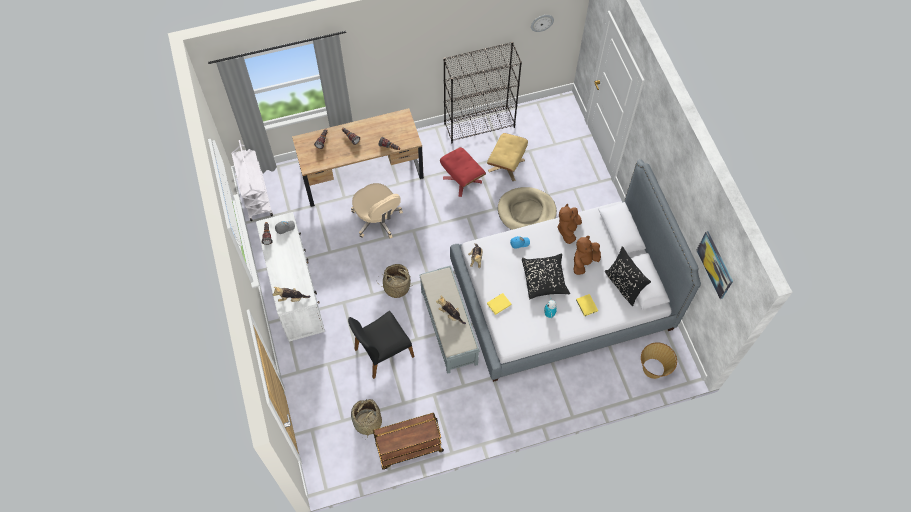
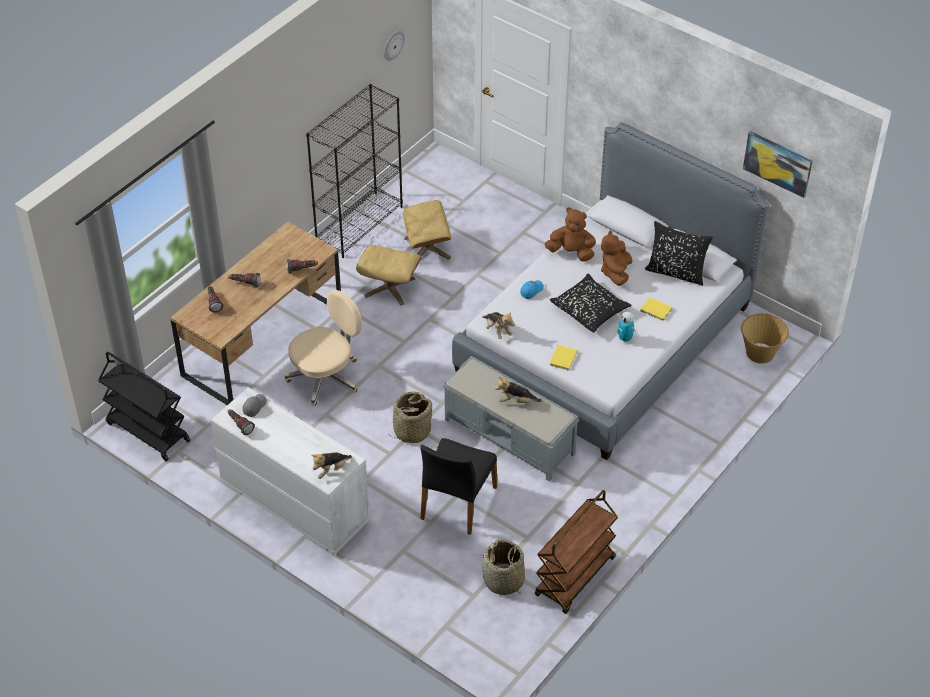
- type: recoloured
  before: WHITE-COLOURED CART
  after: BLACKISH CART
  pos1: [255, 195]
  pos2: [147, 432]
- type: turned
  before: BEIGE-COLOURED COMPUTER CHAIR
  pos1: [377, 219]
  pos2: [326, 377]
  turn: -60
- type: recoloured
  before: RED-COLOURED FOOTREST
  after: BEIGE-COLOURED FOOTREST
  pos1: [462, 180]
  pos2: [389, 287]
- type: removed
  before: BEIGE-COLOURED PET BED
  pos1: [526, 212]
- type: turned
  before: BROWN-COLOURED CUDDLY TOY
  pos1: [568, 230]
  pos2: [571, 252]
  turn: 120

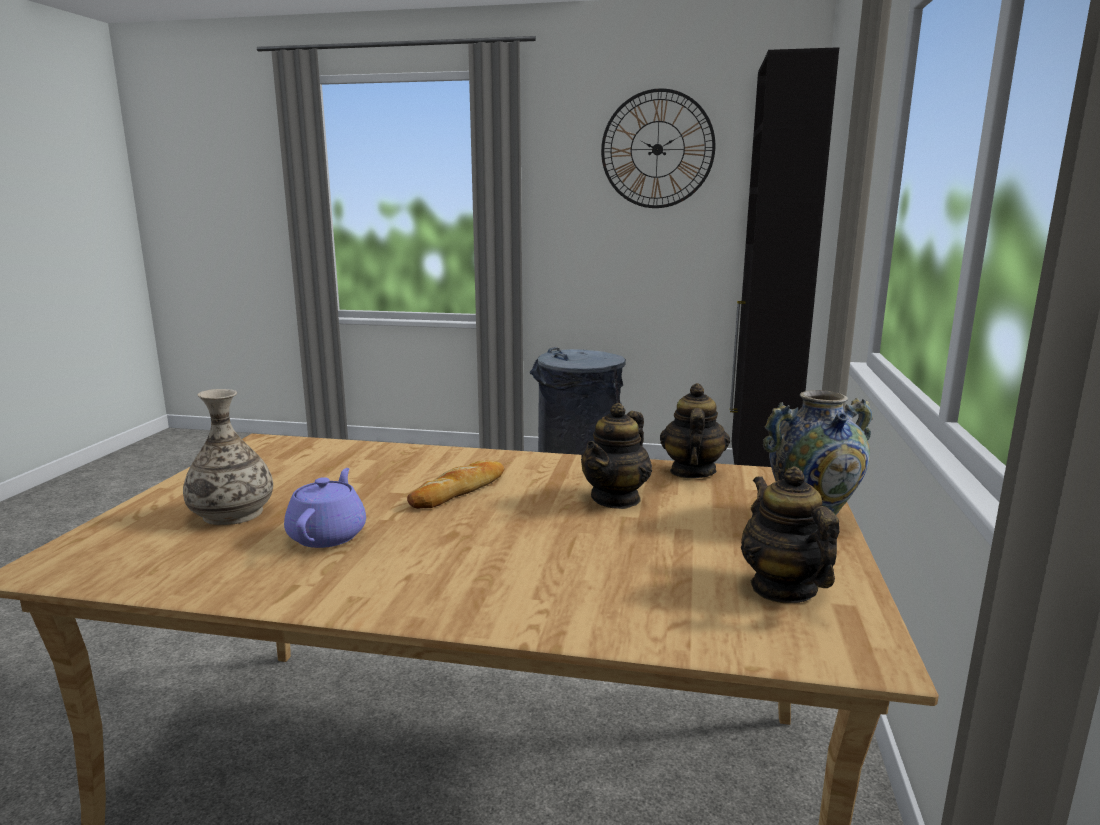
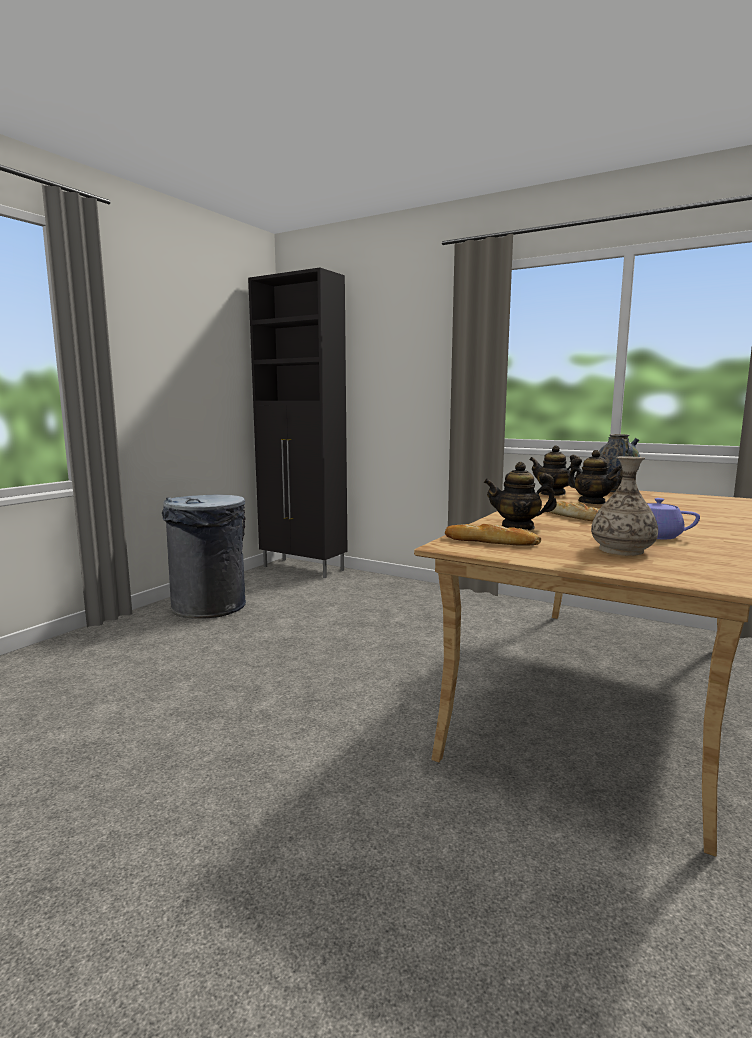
- type: removed
  before: WALL CLOCK
  pos1: [657, 149]
- type: moved
  before: TEAPOT
  pos1: [783, 588]
  pos2: [518, 527]
- type: added
  after: BREAD
  pos2: [491, 541]

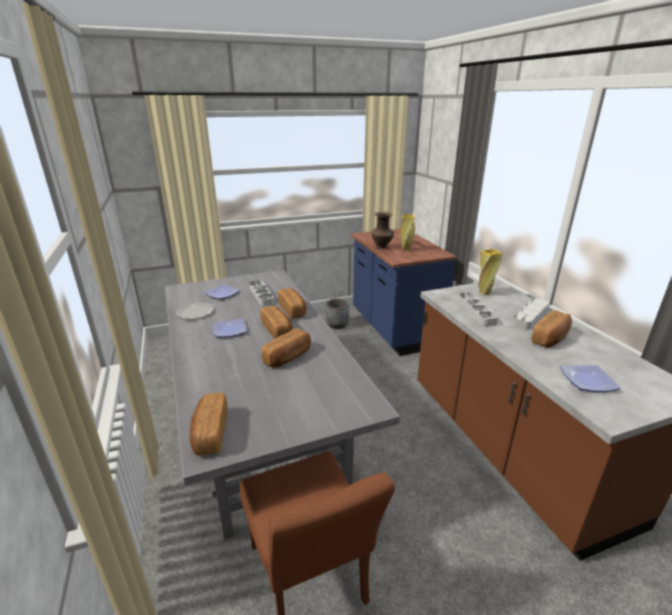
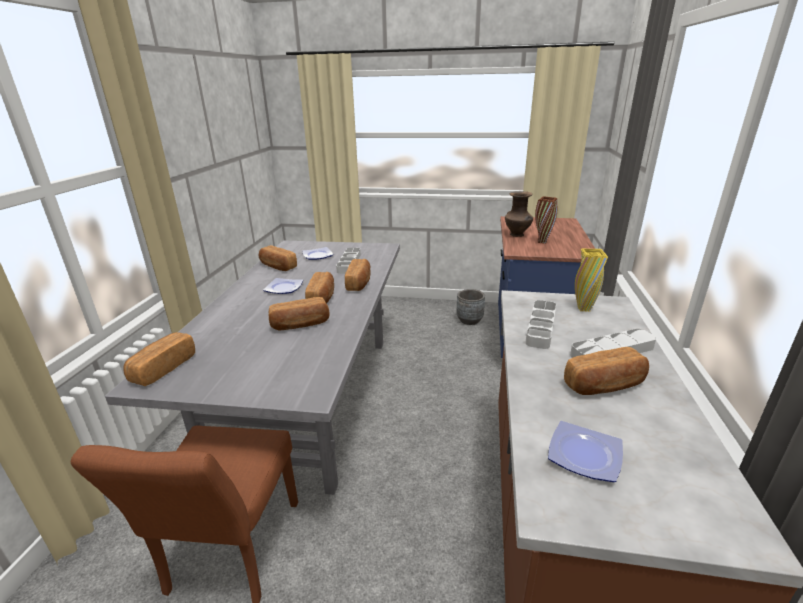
- type: replaced
  before: DINNER PLATE
  after: BREAD
  pos1: [195, 312]
  pos2: [277, 266]
- type: recoloured
  before: YELLOW FLOWER VASE
  after: BROWN-COLOURED FLOWER VASE
  pos1: [405, 250]
  pos2: [542, 242]

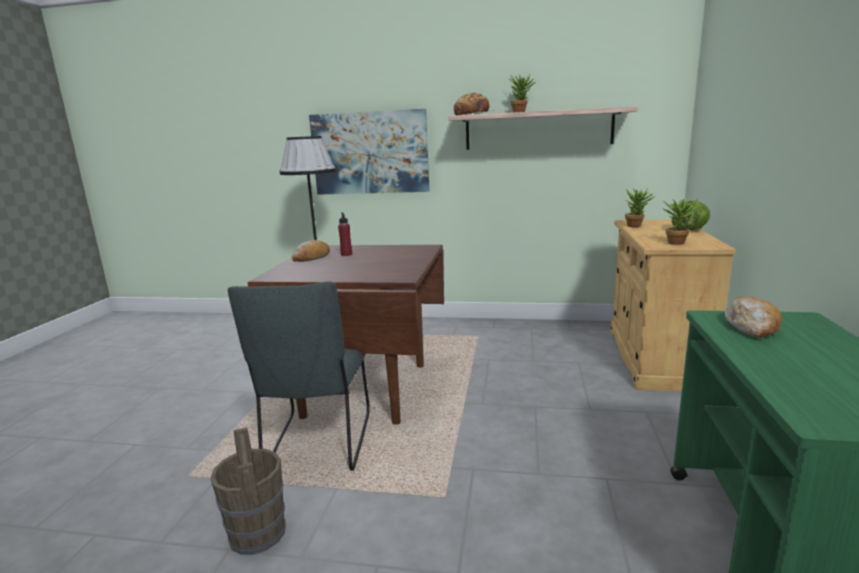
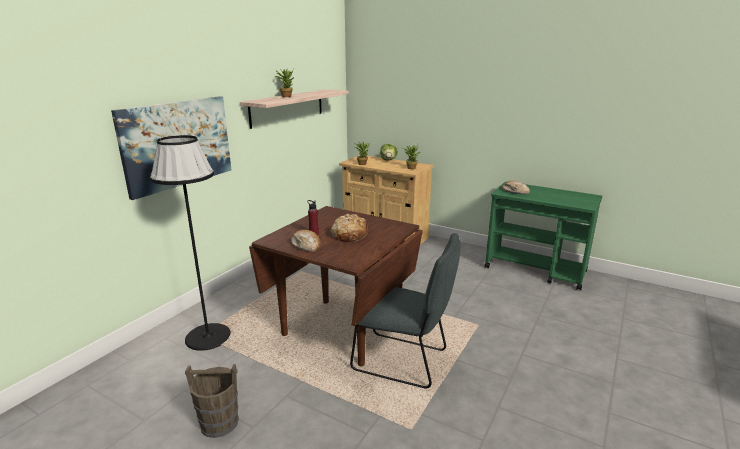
- type: moved
  before: BROWN-COLOURED WATER BUCKET
  pos1: [257, 533]
  pos2: [220, 423]
- type: moved
  before: BREAD
  pos1: [472, 114]
  pos2: [349, 235]

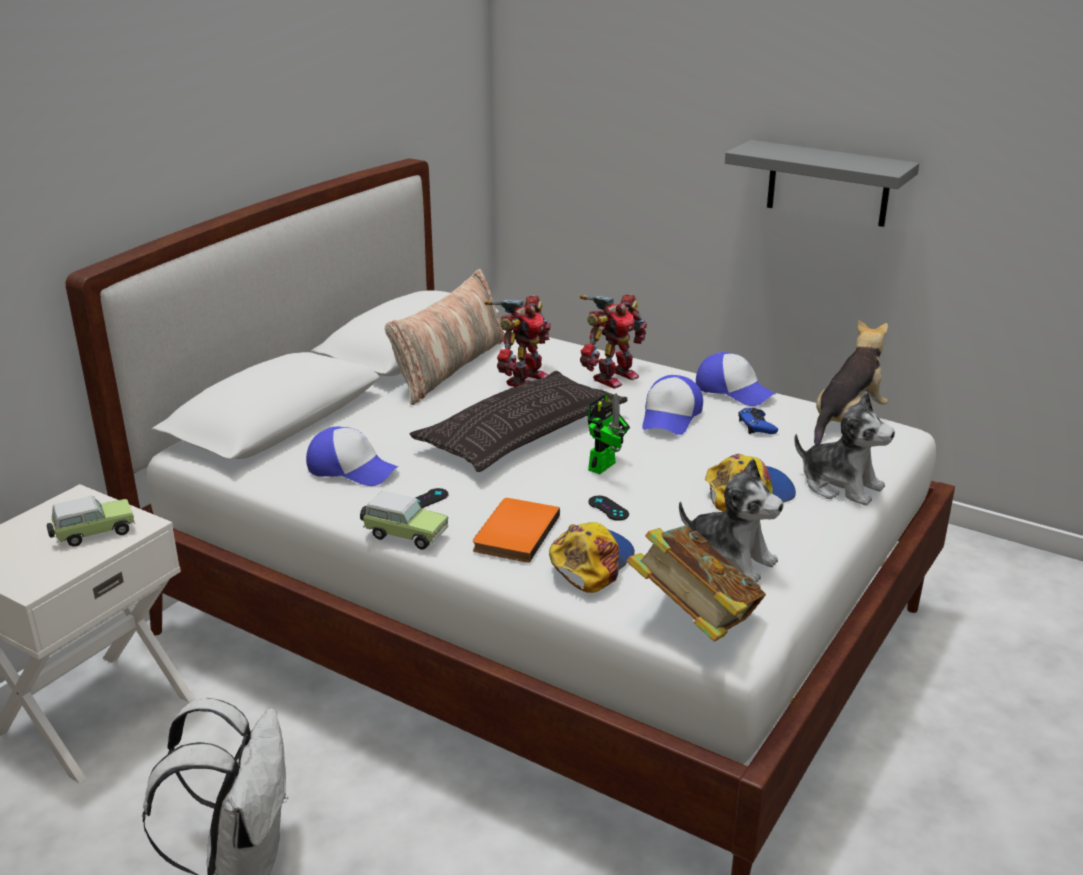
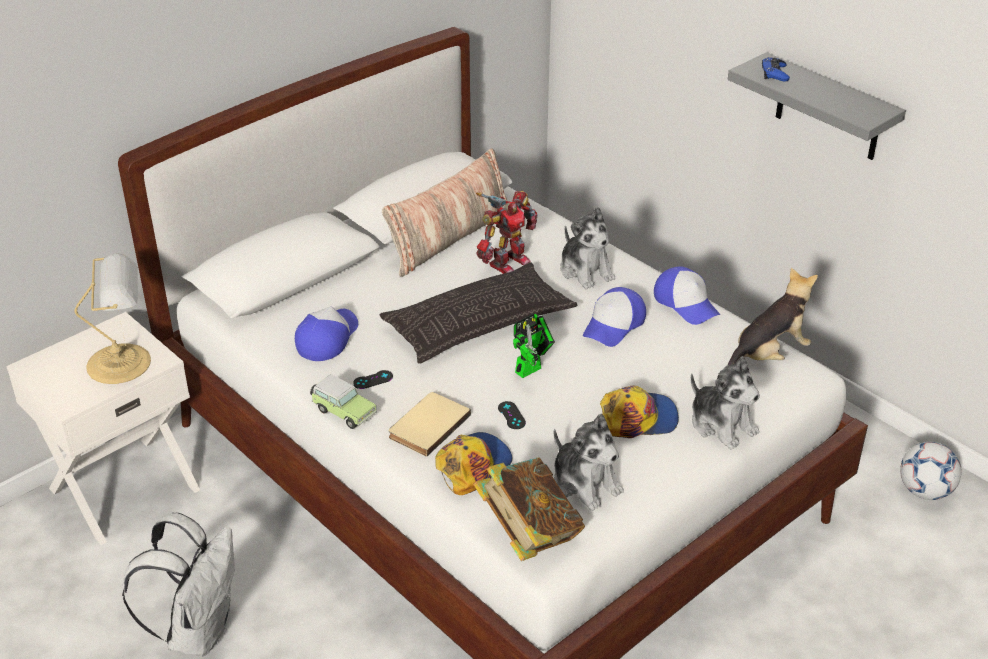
- type: replaced
  before: TOY CAR
  after: TABLE LAMP
  pos1: [92, 534]
  pos2: [122, 363]
- type: turned
  before: CAP
  pos1: [352, 469]
  pos2: [327, 338]
  turn: -105
- type: recoloured
  before: ORANGE BOOK
  after: BEIGE-COLOURED BOOK
  pos1: [513, 533]
  pos2: [427, 425]
- type: replaced
  before: TOY ROBOT
  after: CUDDLY TOY
  pos1: [612, 377]
  pos2: [585, 271]
- type: moved
  before: BLUISH GAMEPAD
  pos1: [756, 426]
  pos2: [774, 73]
- type: added
  after: BALL FOR FOOTBALL
  pos2: [924, 491]

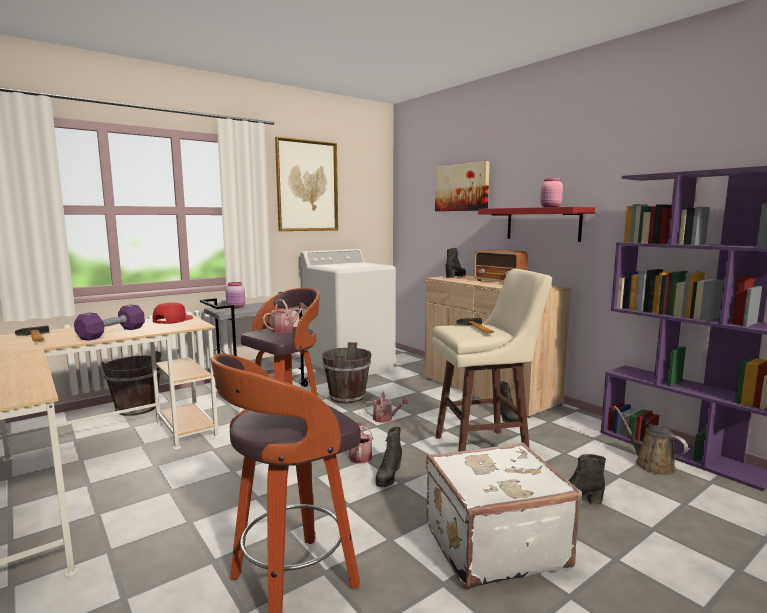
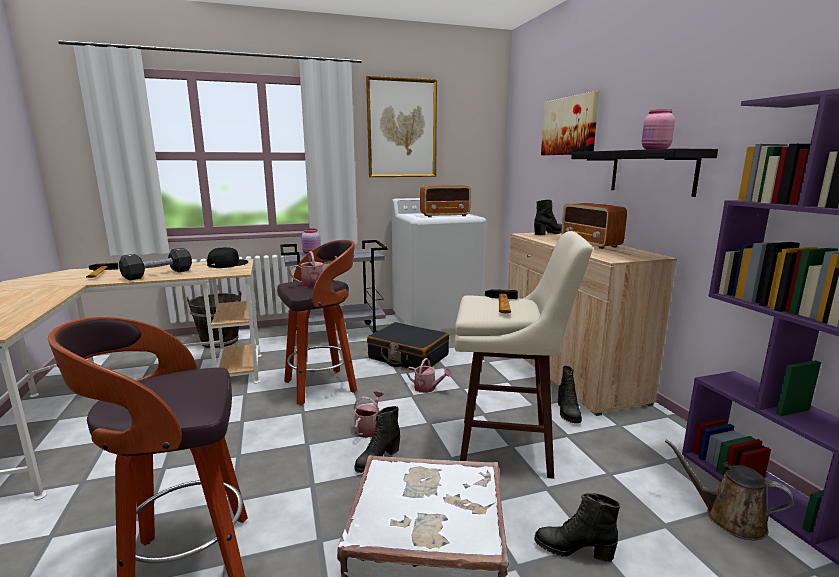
- type: recoloured
  before: PURPLISH HAND WEIGHT
  after: BLACKISH HAND WEIGHT
  pos1: [112, 333]
  pos2: [158, 274]
- type: recoloured
  before: RED-COLOURED CAP
  after: BLACKISH CAP
  pos1: [172, 319]
  pos2: [227, 264]
- type: replaced
  before: BROWN-COLOURED WATER BUCKET
  after: BLACKISH PIECE OF LUGGAGE
  pos1: [347, 397]
  pos2: [408, 357]
- type: recoloured
  before: RED-COLOURED WALL SHELF
  after: BLACKISH WALL SHELF
  pos1: [542, 224]
  pos2: [652, 172]
- type: turned
  before: BROWN-COLOURED SPRINKLING CAN
  pos1: [651, 464]
  pos2: [729, 518]
  turn: -45
- type: added
  after: RADIO SET
  pos2: [445, 215]

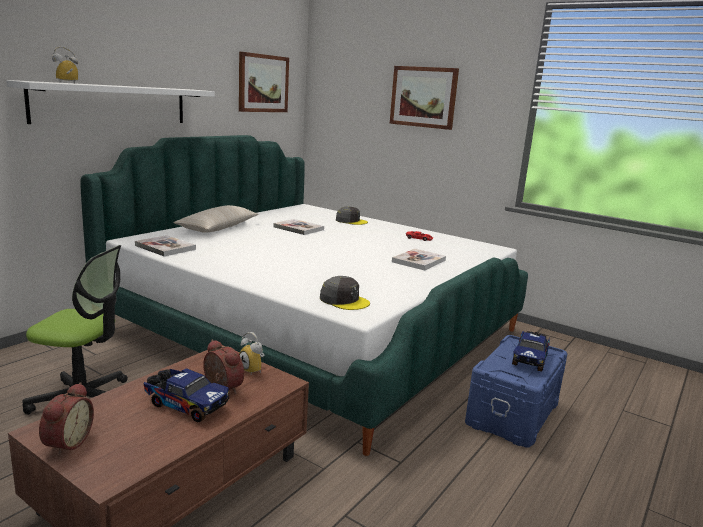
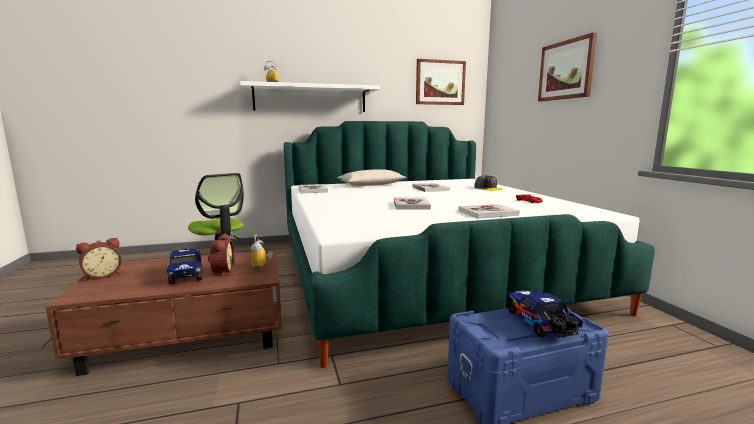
- type: removed
  before: GREYISH CAP
  pos1: [344, 300]
- type: turned
  before: TOY LORRY
  pos1: [530, 358]
  pos2: [541, 325]
  turn: 105
- type: added
  after: BOOK
  pos2: [411, 205]

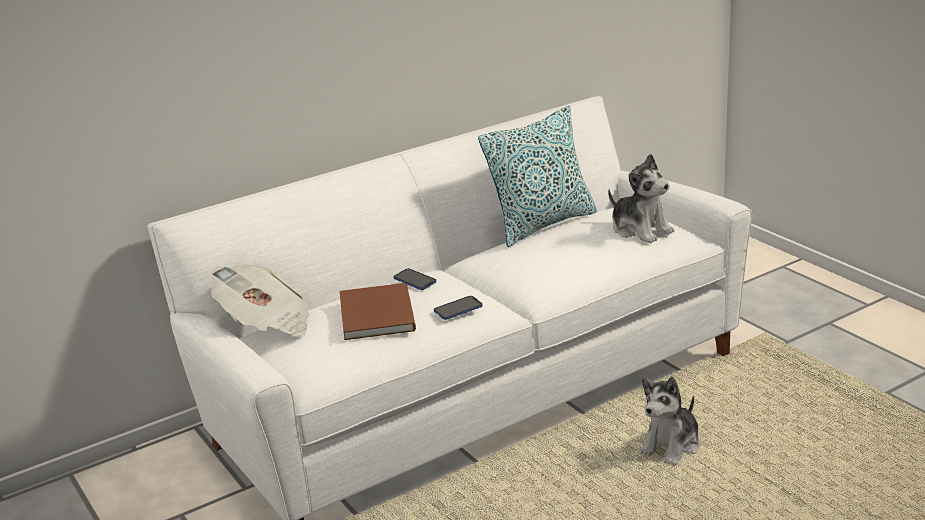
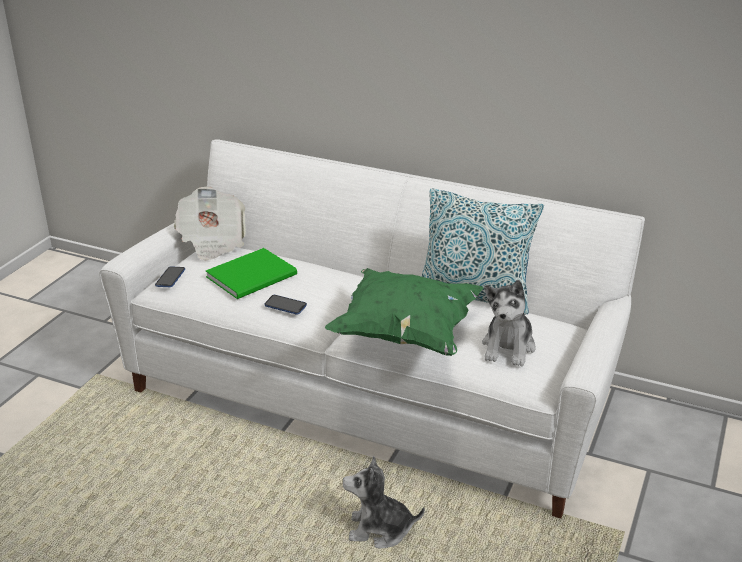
- type: recoloured
  before: BROWN-COLOURED BOOK
  after: GREEN-COLOURED BOOK
  pos1: [379, 312]
  pos2: [254, 276]
- type: moved
  before: HANDSET
  pos1: [415, 280]
  pos2: [170, 278]
- type: added
  after: GREEN-COLOURED CUSHION
  pos2: [405, 333]

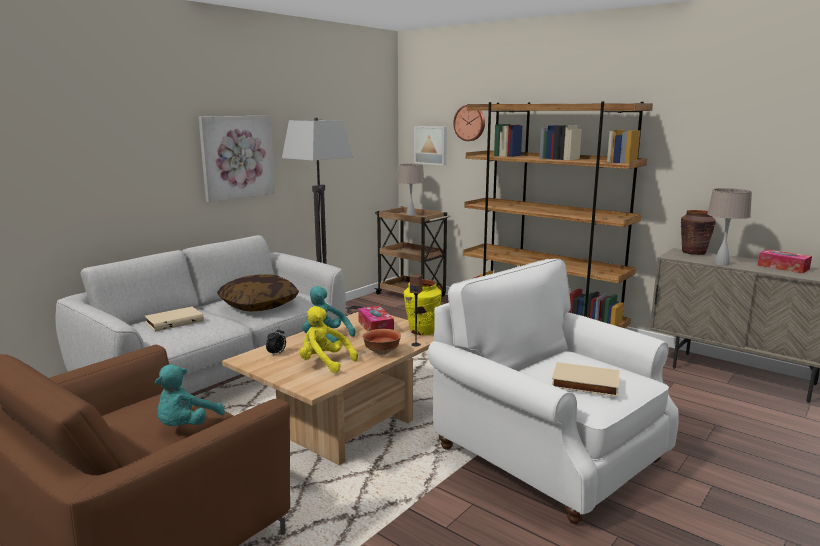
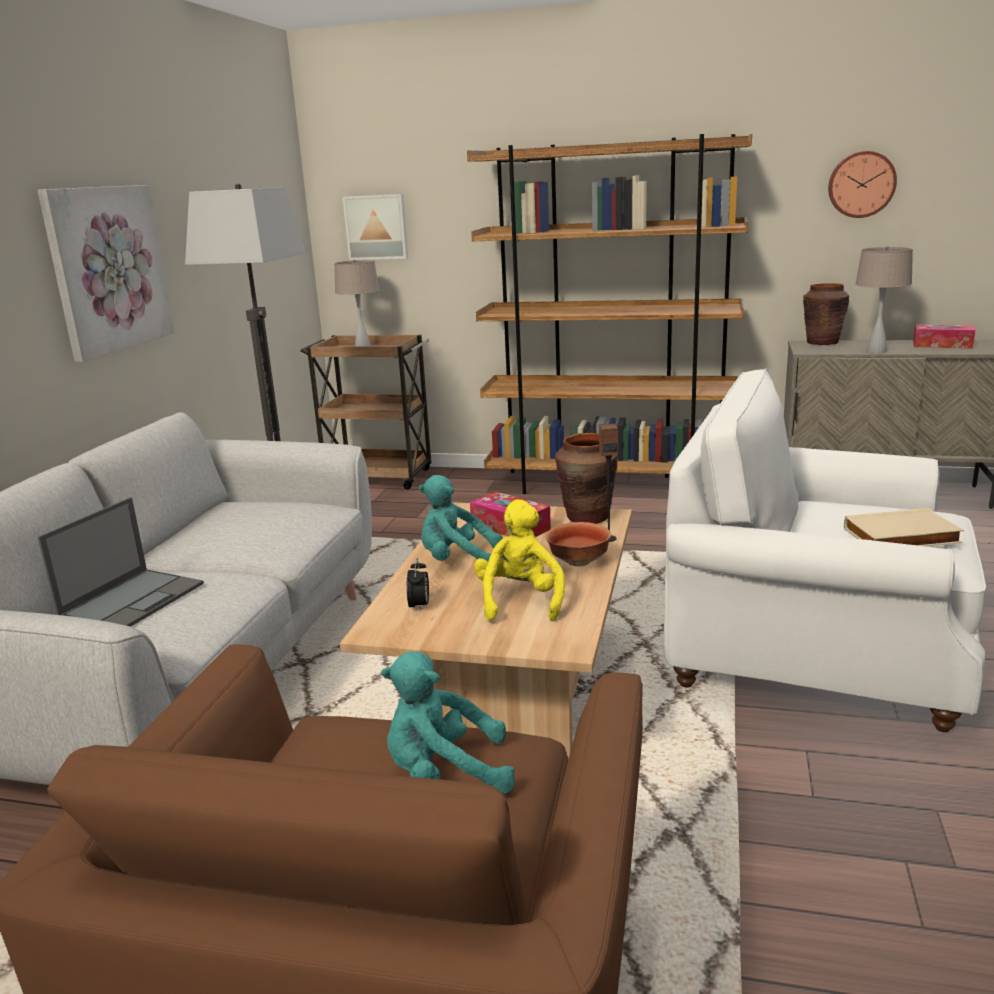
- type: replaced
  before: BEIGE-COLOURED BOOK
  after: PORTABLE COMPUTER
  pos1: [174, 321]
  pos2: [133, 600]
- type: turned
  before: BLUE-GREEN CUDDLY TOY
  pos1: [186, 426]
  pos2: [444, 774]
  turn: 90
- type: removed
  before: CUSHION
  pos1: [259, 305]
- type: turned
  before: YELLOW CUDDLY TOY
  pos1: [324, 363]
  pos2: [520, 601]
  turn: 90
- type: recoloured
  before: YELLOW FLOWER VASE
  after: BROWN-COLOURED FLOWER VASE
  pos1: [422, 331]
  pos2: [587, 517]
- type: moved
  before: WALL CLOCK
  pos1: [470, 123]
  pos2: [861, 184]

